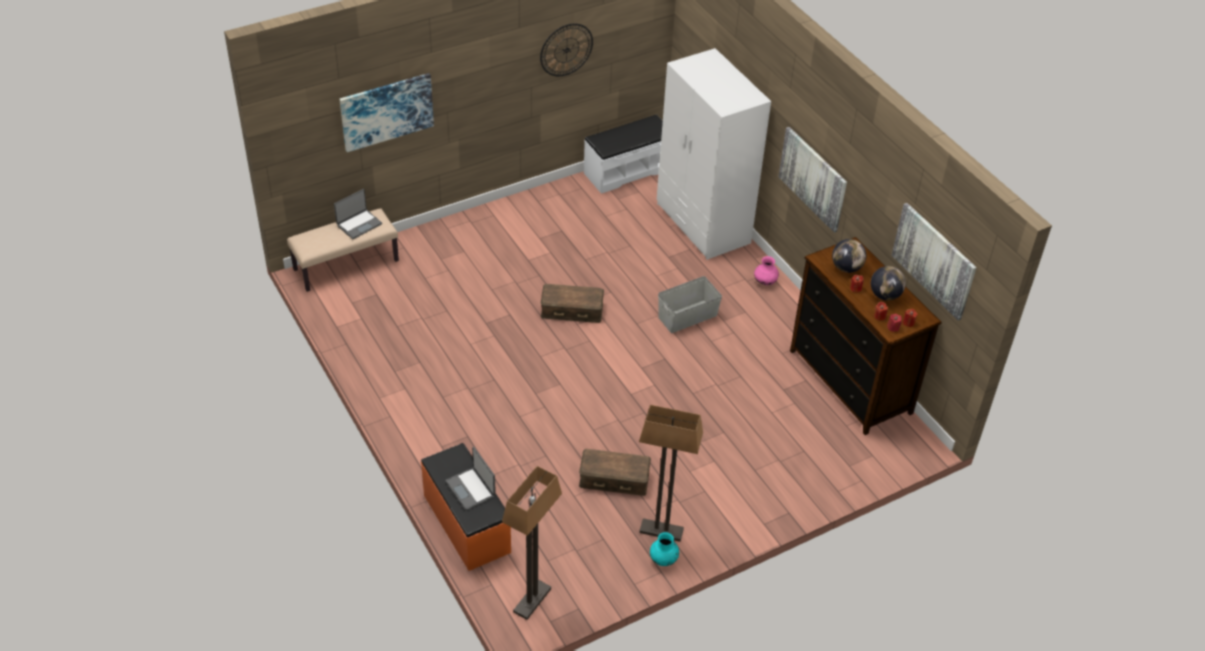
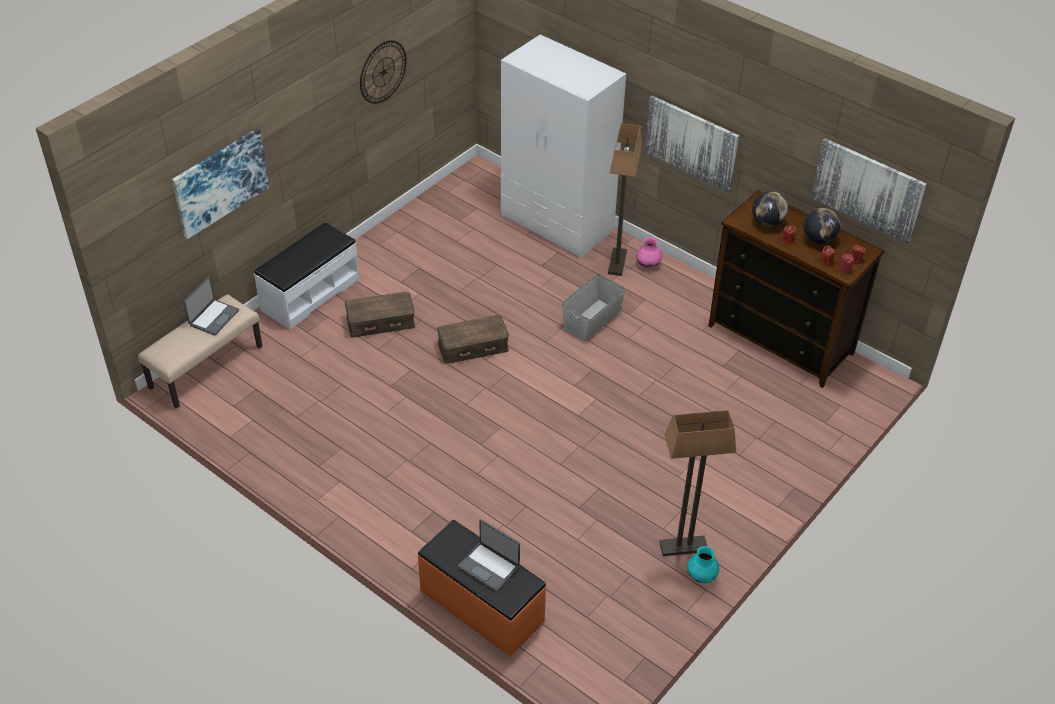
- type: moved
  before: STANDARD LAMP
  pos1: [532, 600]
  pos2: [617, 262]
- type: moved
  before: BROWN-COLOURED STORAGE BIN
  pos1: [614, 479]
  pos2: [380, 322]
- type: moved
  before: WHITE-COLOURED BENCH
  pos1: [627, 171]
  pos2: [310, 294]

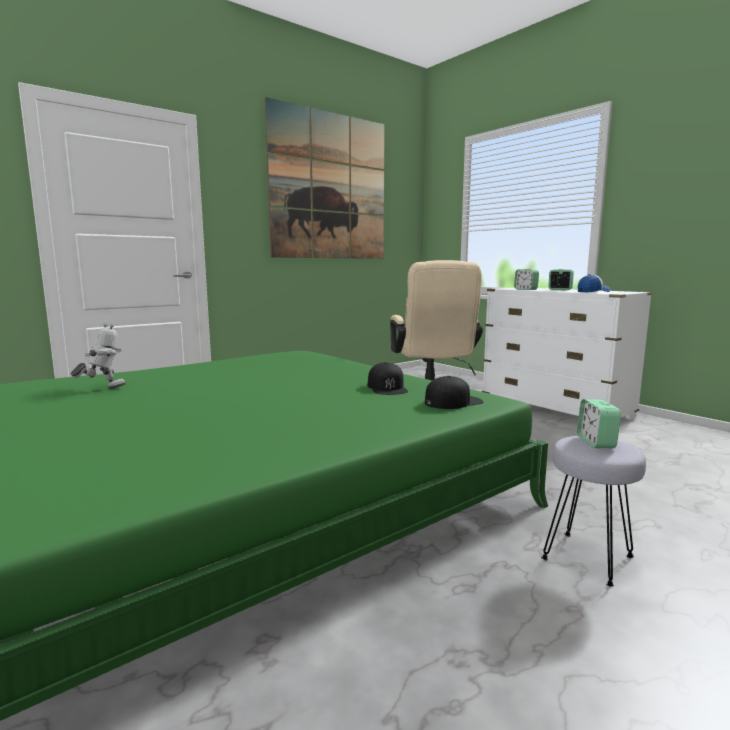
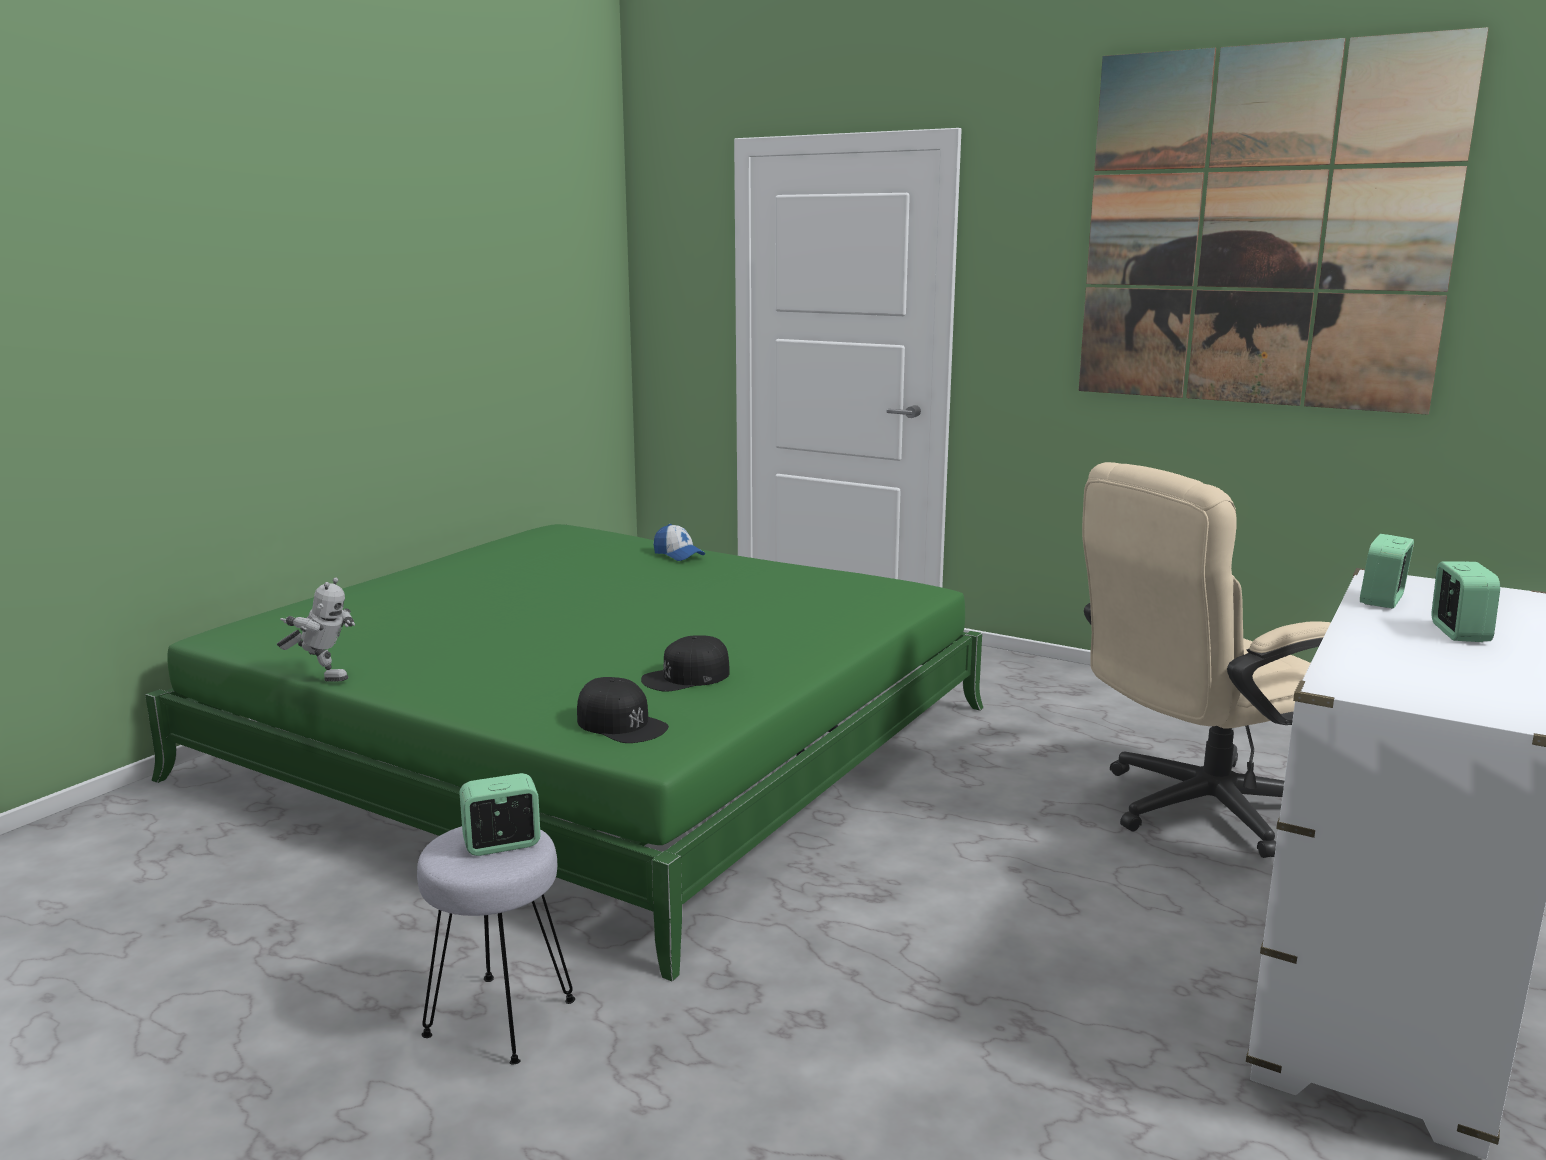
- type: moved
  before: TOY ROBOT
  pos1: [102, 389]
  pos2: [323, 677]
- type: moved
  before: CAP
  pos1: [593, 292]
  pos2: [678, 555]

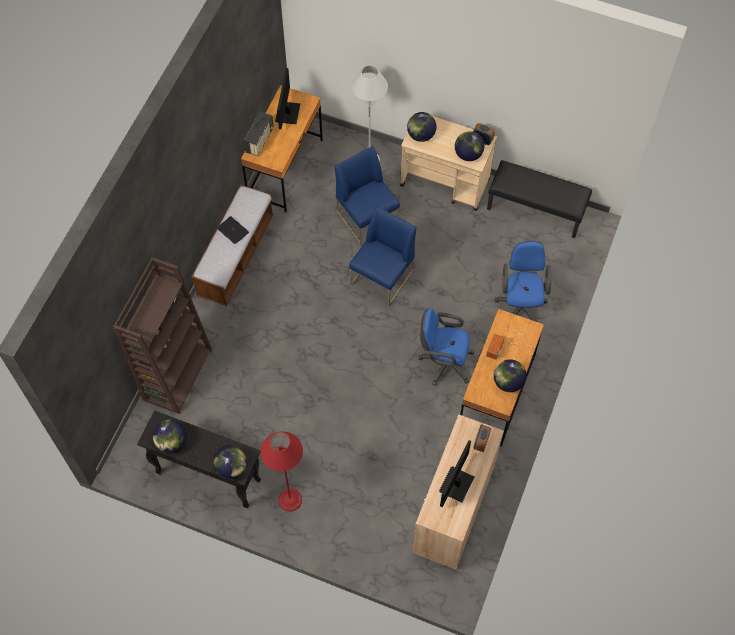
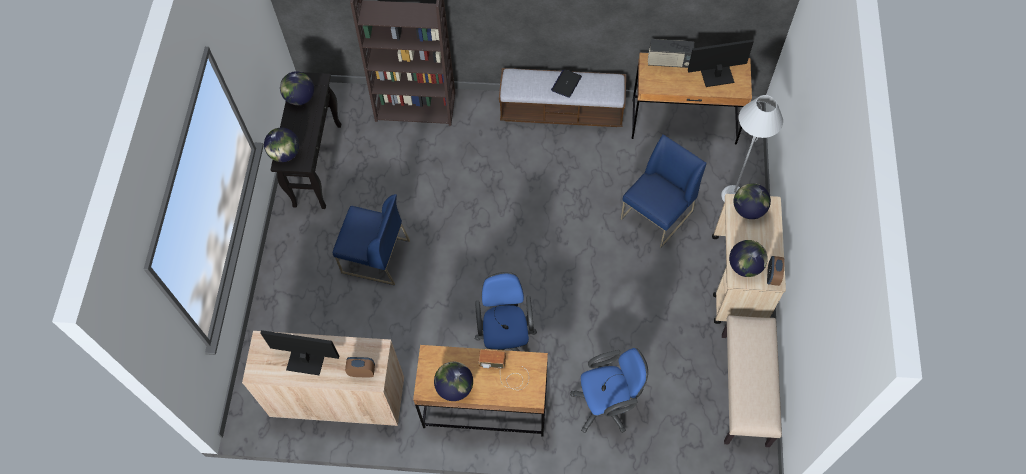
- type: removed
  before: RED-COLOURED STANDARD LAMP
  pos1: [290, 499]
- type: moved
  before: BLUISH PLAIN CHAIR
  pos1: [382, 277]
  pos2: [375, 257]
- type: recoloured
  before: BLACKISH BENCH
  after: BEIGE-COLOURED BENCH
  pos1: [536, 210]
  pos2: [745, 389]

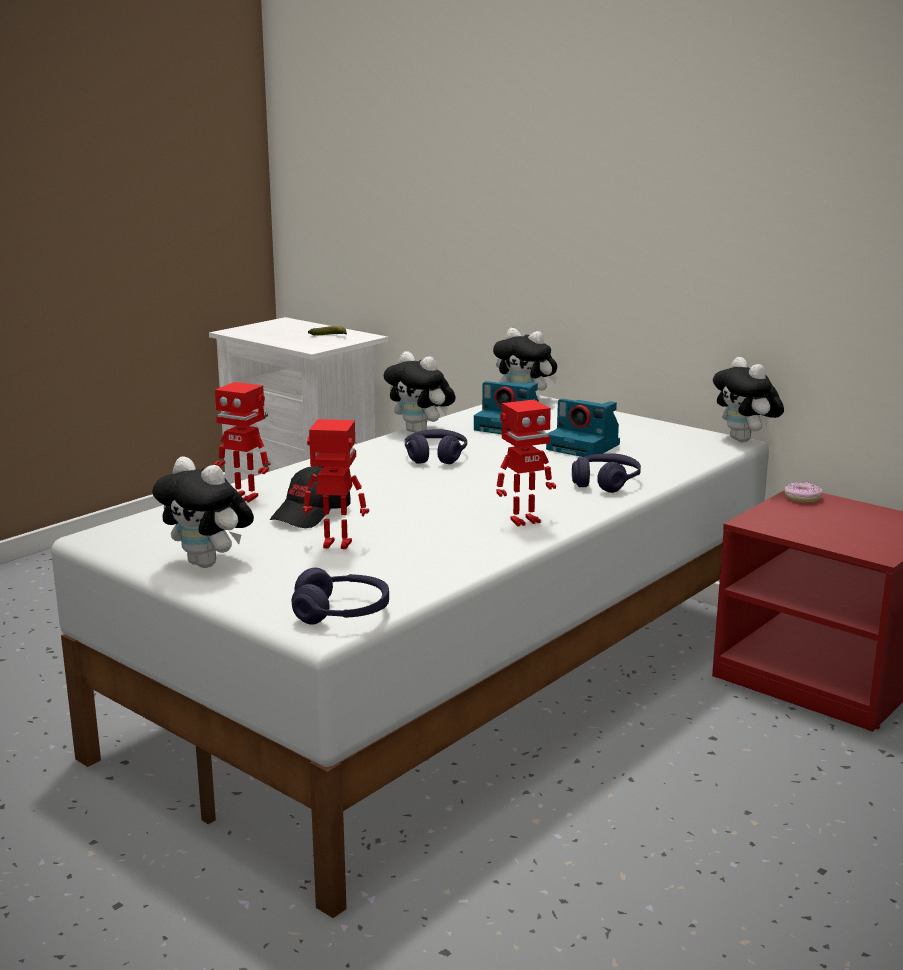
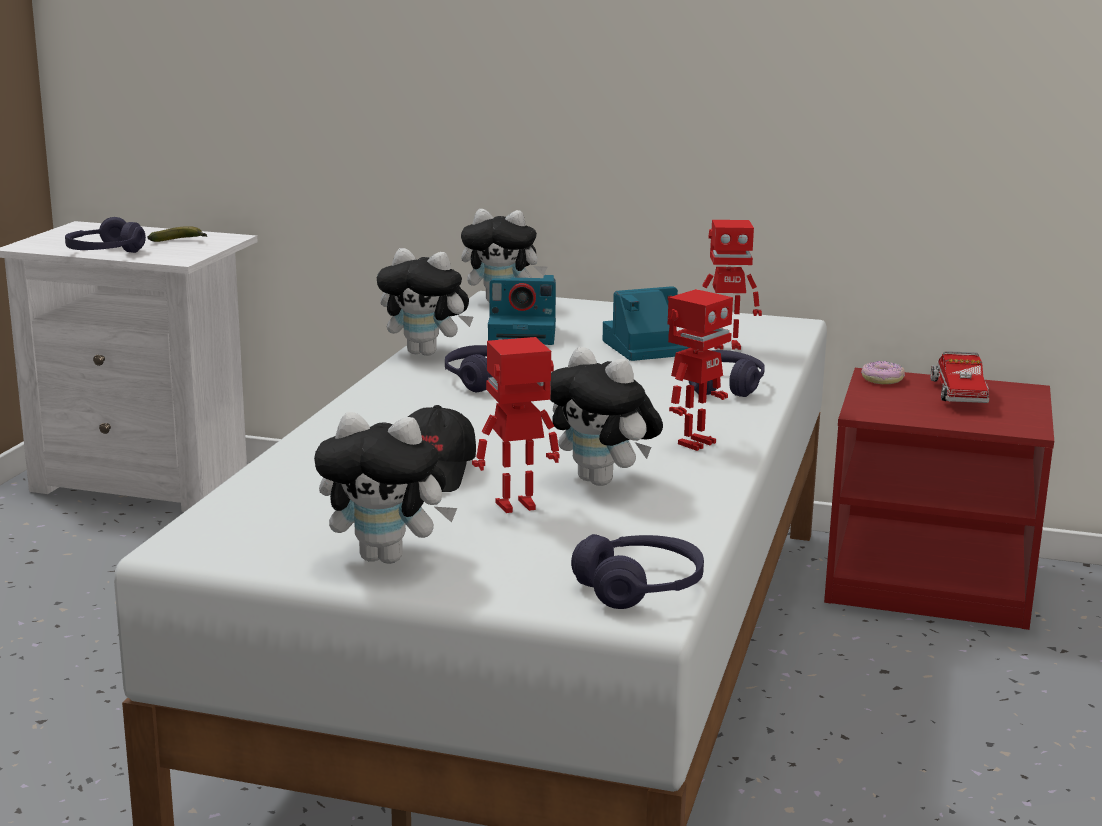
- type: moved
  before: TOY ROBOT
  pos1: [245, 497]
  pos2: [726, 346]
- type: turned
  before: PHOTO CAMERA
  pos1: [585, 447]
  pos2: [644, 348]
  turn: 150
- type: moved
  before: CUDDLY TOY
  pos1: [745, 440]
  pos2: [602, 481]
- type: added
  after: PURPLISH HEADSET
  pos2: [104, 252]
- type: added
  after: TOY LORRY
  pos2: [958, 394]

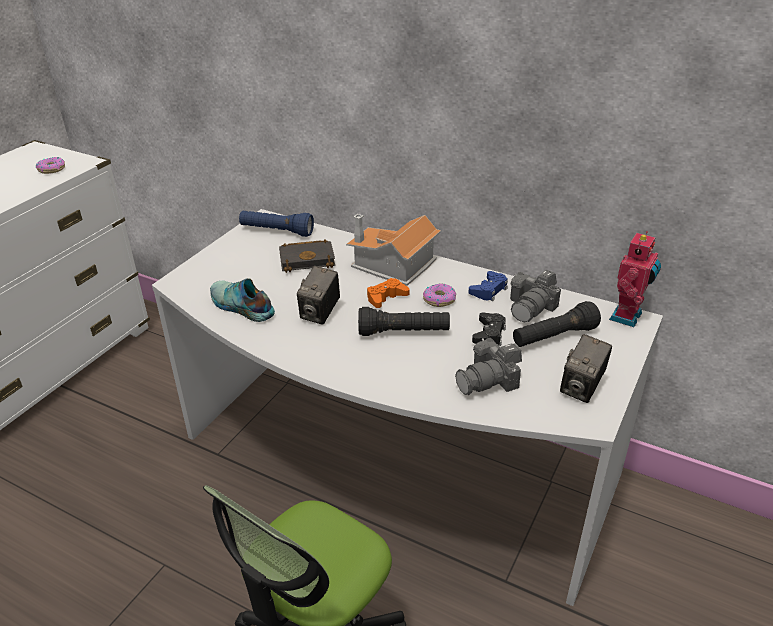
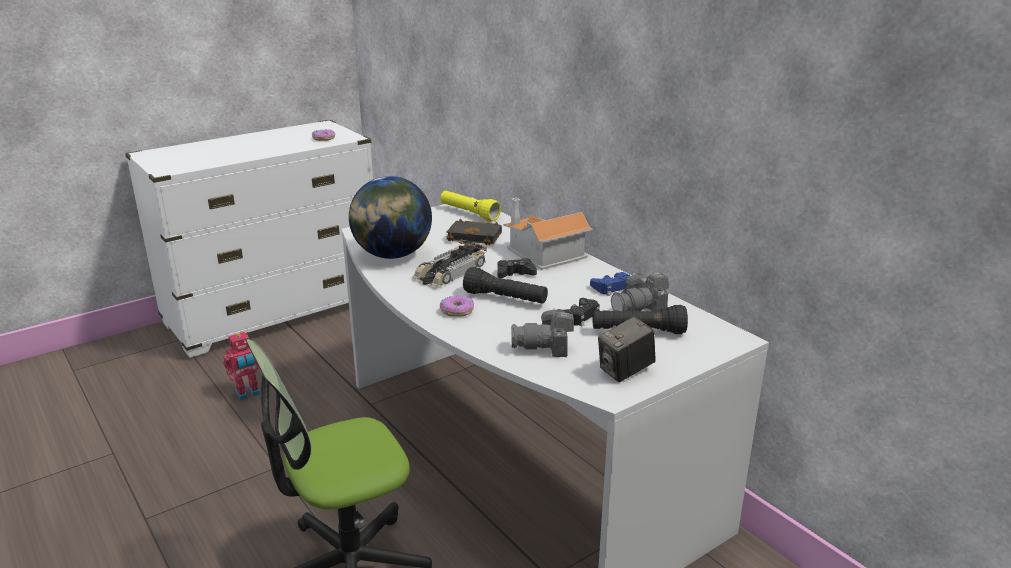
- type: replaced
  before: LOW SHOE
  after: DESK GLOBE
  pos1: [241, 307]
  pos2: [392, 255]
- type: recoloured
  before: BLUISH FLASHLIGHT
  after: YELLOW FLASHLIGHT
  pos1: [276, 231]
  pos2: [469, 214]
- type: replaced
  before: PHOTO CAMERA
  after: TOY CAR
  pos1: [320, 313]
  pos2: [450, 272]
- type: recoloured
  before: ORANGE GAMEPAD
  after: BLACKISH GAMEPAD
  pos1: [386, 297]
  pos2: [515, 273]
- type: moved
  before: DOUGHNUT
  pos1: [439, 299]
  pos2: [457, 310]
- type: moved
  before: TOY ROBOT
  pos1: [628, 317]
  pos2: [248, 394]

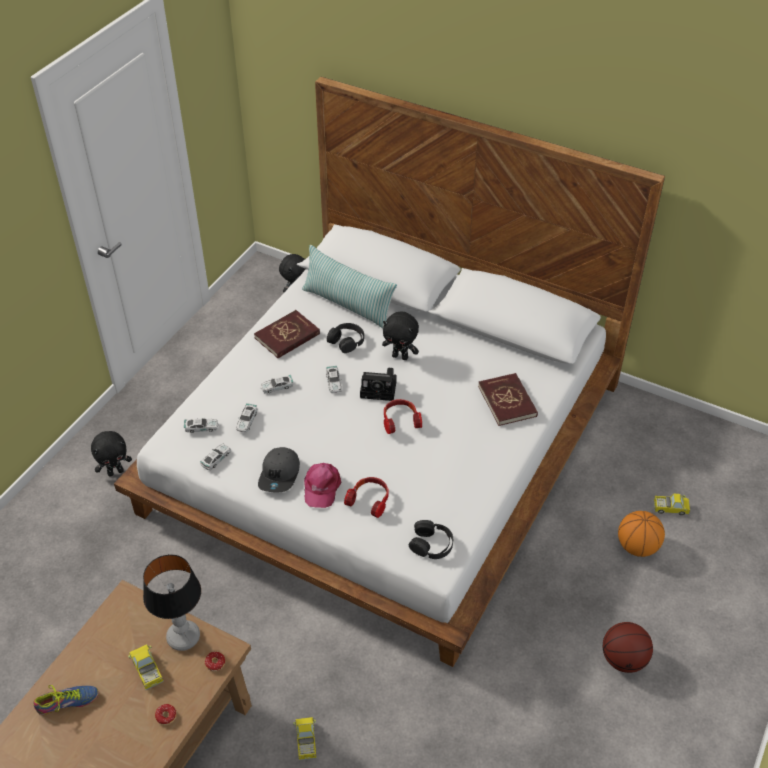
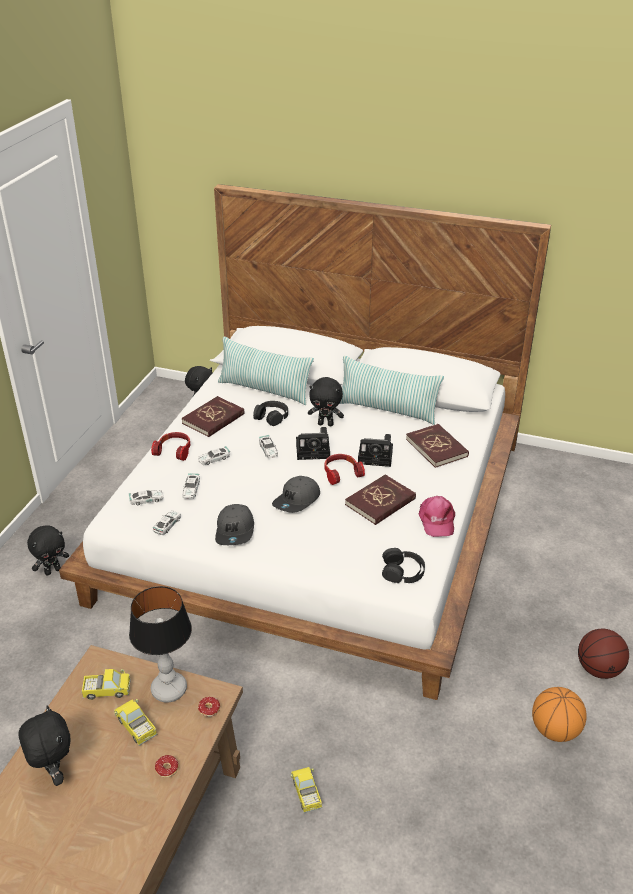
- type: replaced
  before: LOW SHOE
  after: BLACKISH CUDDLY TOY
  pos1: [68, 704]
  pos2: [54, 773]
- type: moved
  before: PINK CAP
  pos1: [321, 487]
  pos2: [436, 520]
- type: moved
  before: HEADSET
  pos1: [369, 500]
  pos2: [174, 451]
- type: moved
  before: BALL FOR BASKETBALL
  pos1: [637, 546]
  pos2: [554, 730]
- type: moved
  before: TOY LORRY
  pos1: [670, 508]
  pos2: [107, 690]
- type: added
  after: GREYISH CAP
  pos2: [297, 501]
- type: added
  after: CUSHION
  pos2: [387, 409]
- type: added
  after: RED-COLOURED BOOK
  pos2: [380, 502]
- type: added
  after: PHOTO CAMERA
  pos2: [377, 457]

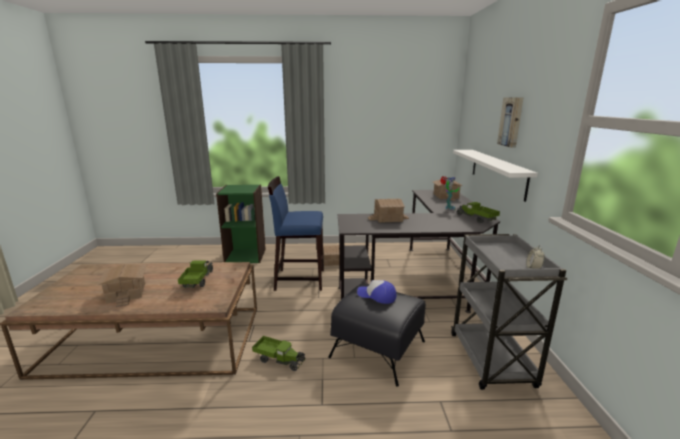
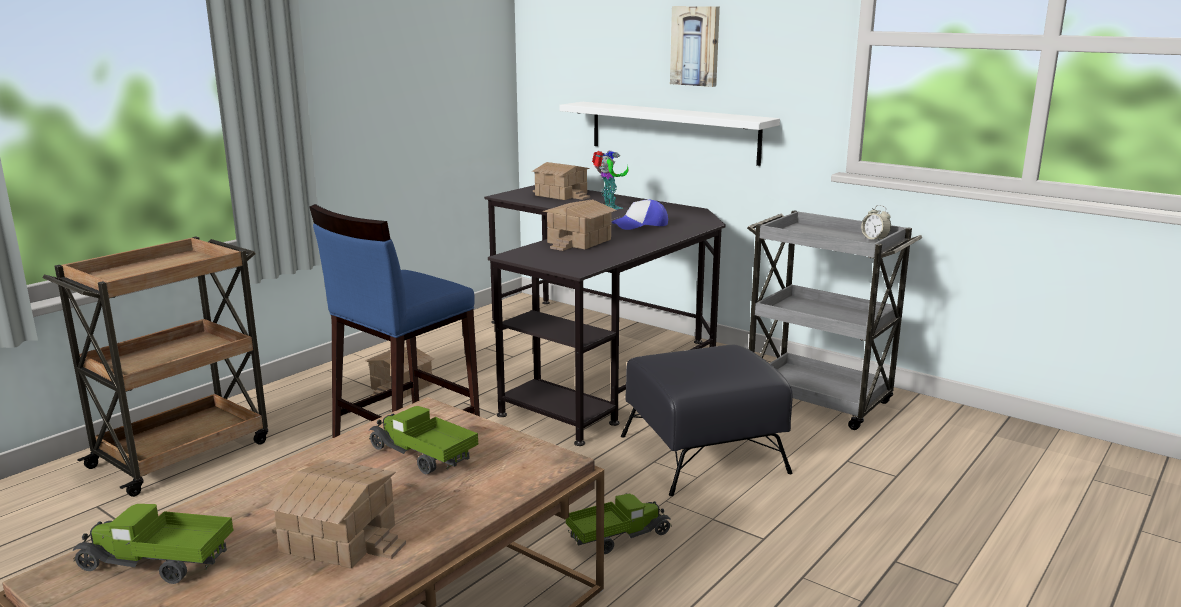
- type: replaced
  before: GREEN-COLOURED BOOKSHELF
  after: BROWN-COLOURED CART
  pos1: [245, 255]
  pos2: [184, 453]
- type: moved
  before: CAP
  pos1: [377, 296]
  pos2: [640, 225]
- type: moved
  before: TOY LORRY
  pos1: [476, 219]
  pos2: [157, 563]

